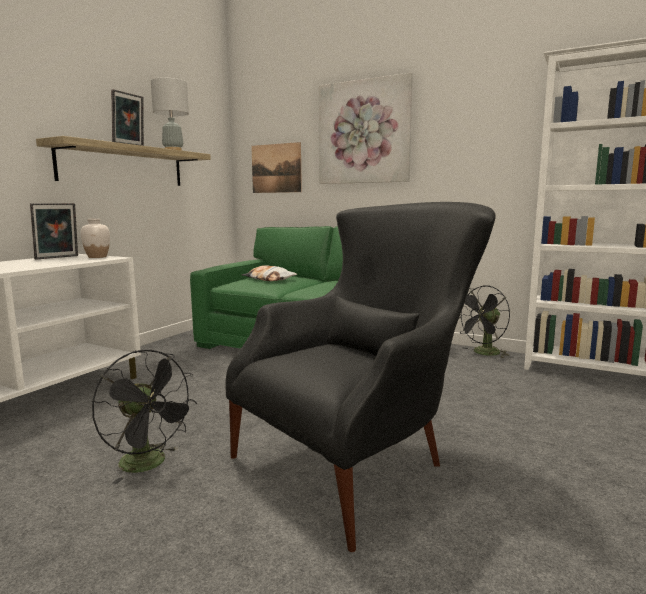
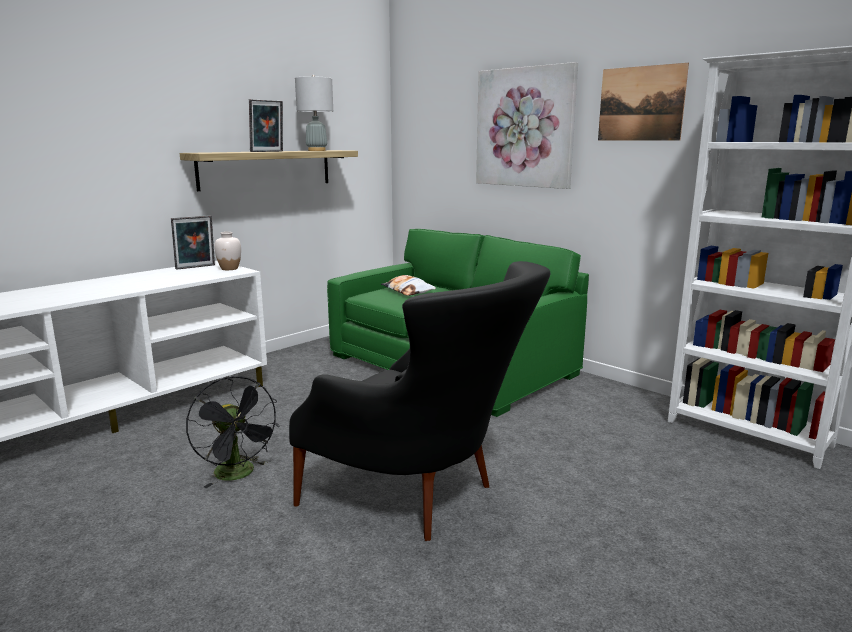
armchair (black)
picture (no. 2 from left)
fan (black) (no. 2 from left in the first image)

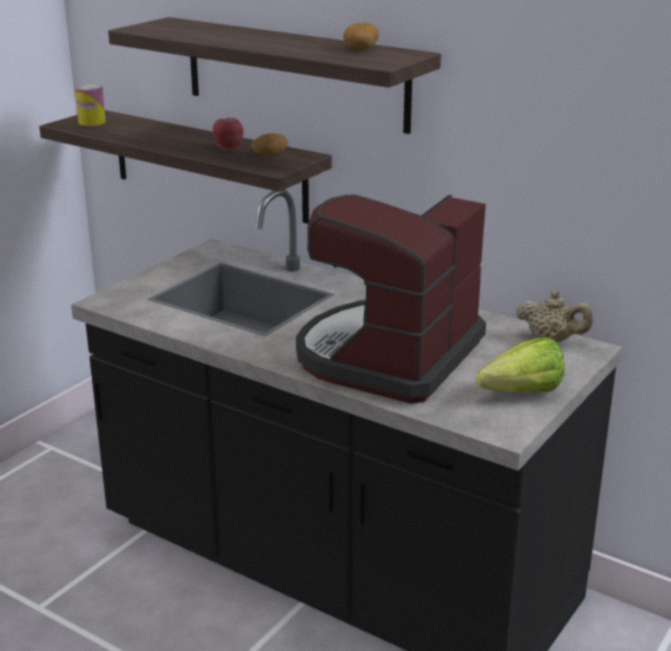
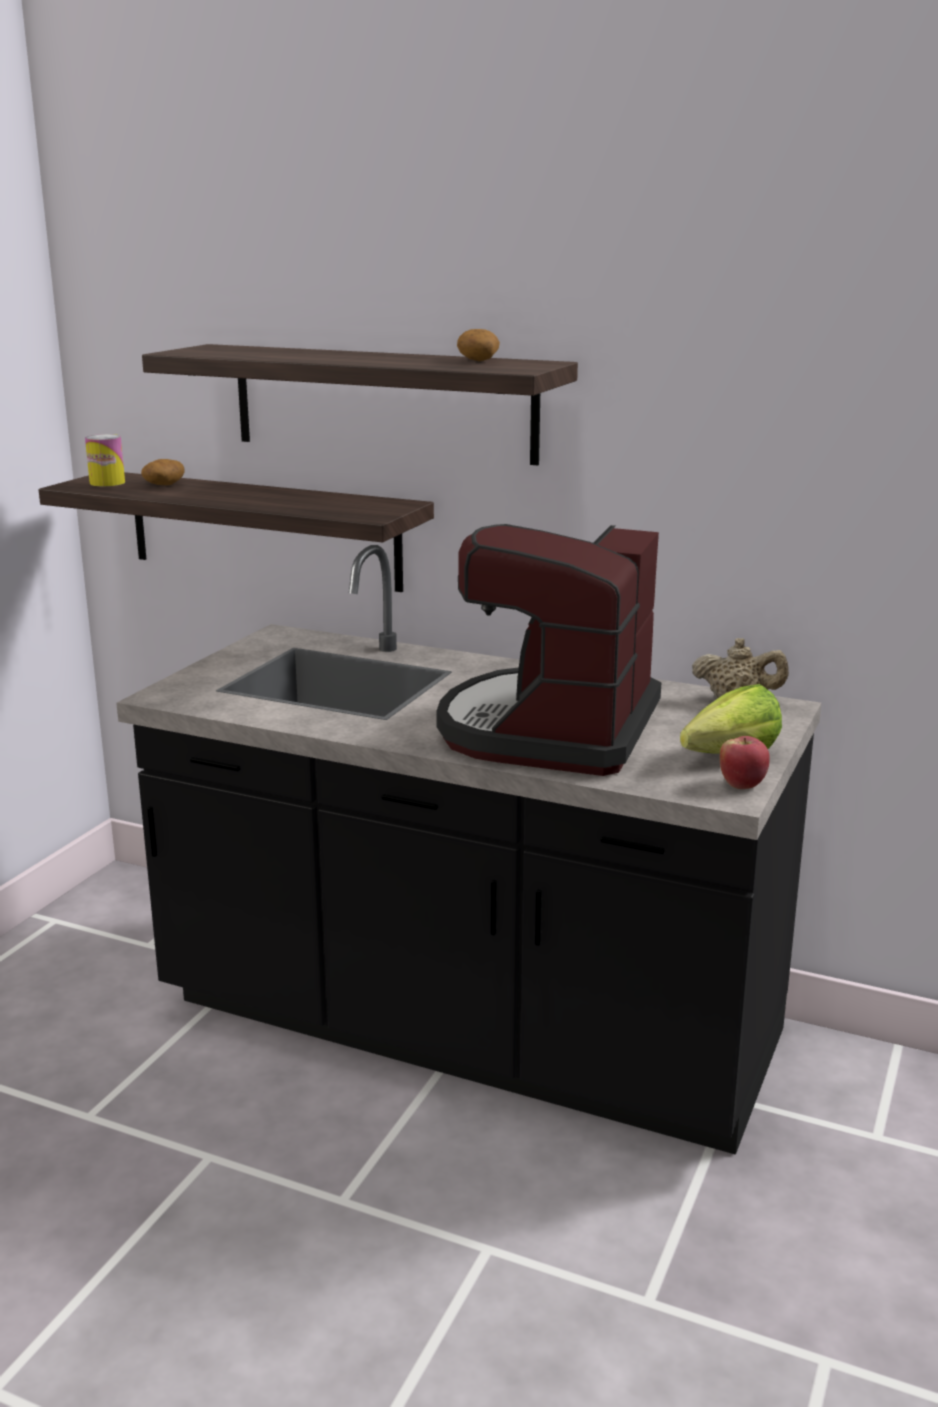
apple
potato (no. 1 from left)

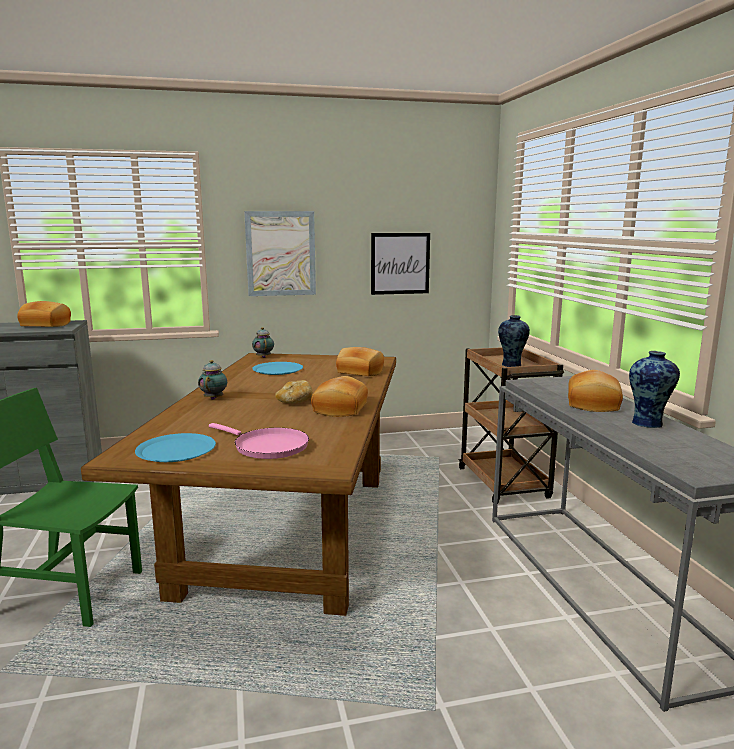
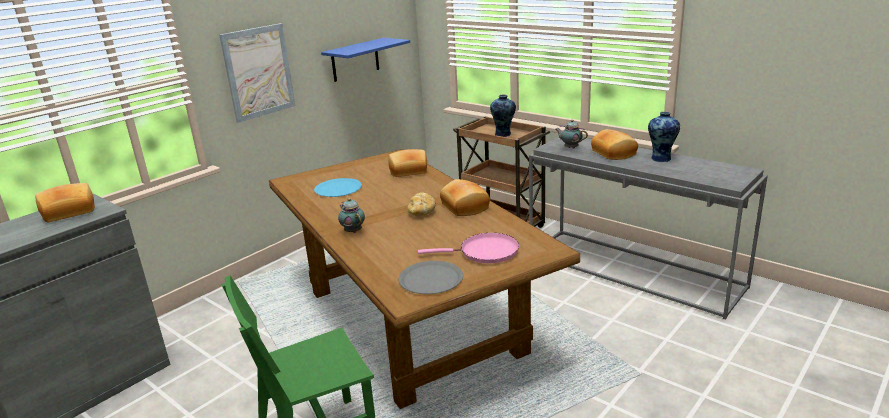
plate (grey)
teapot (no. 2 from left)
shelf (blue)

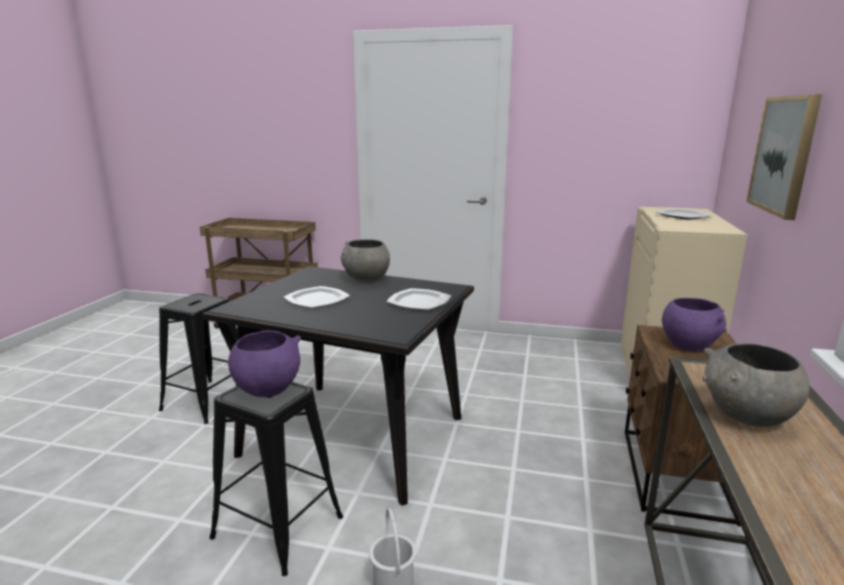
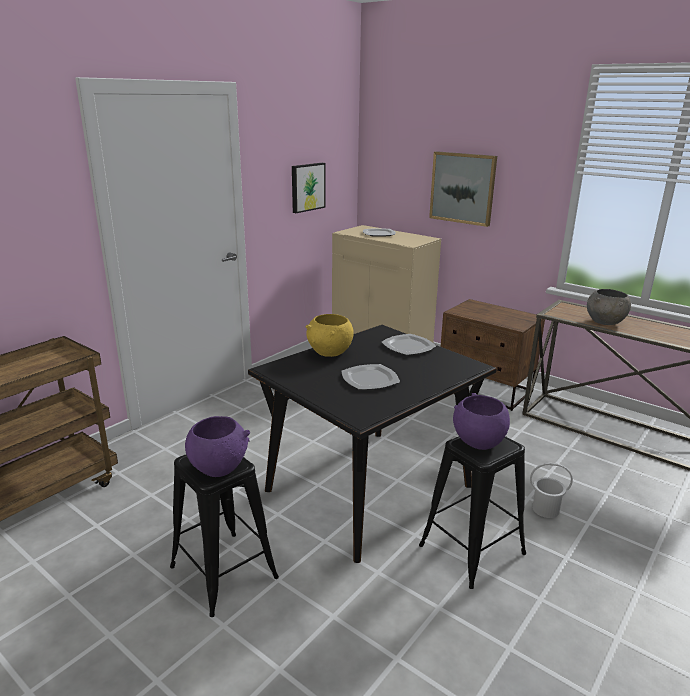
bowl (yellow)
bowl (purple) (no. 1 from left)
picture (no. 1 from left)

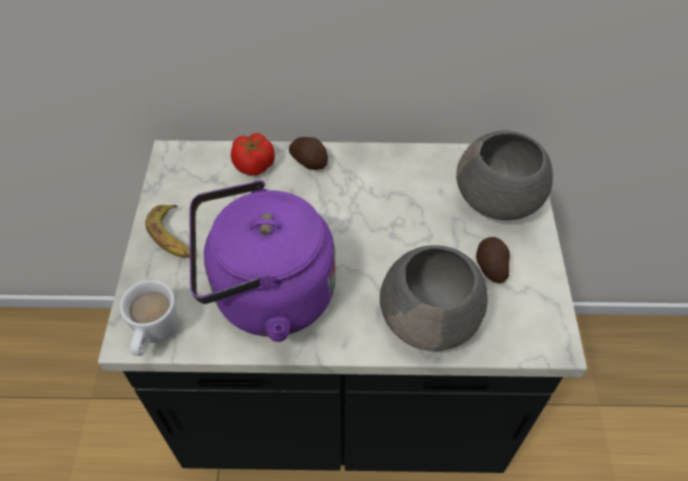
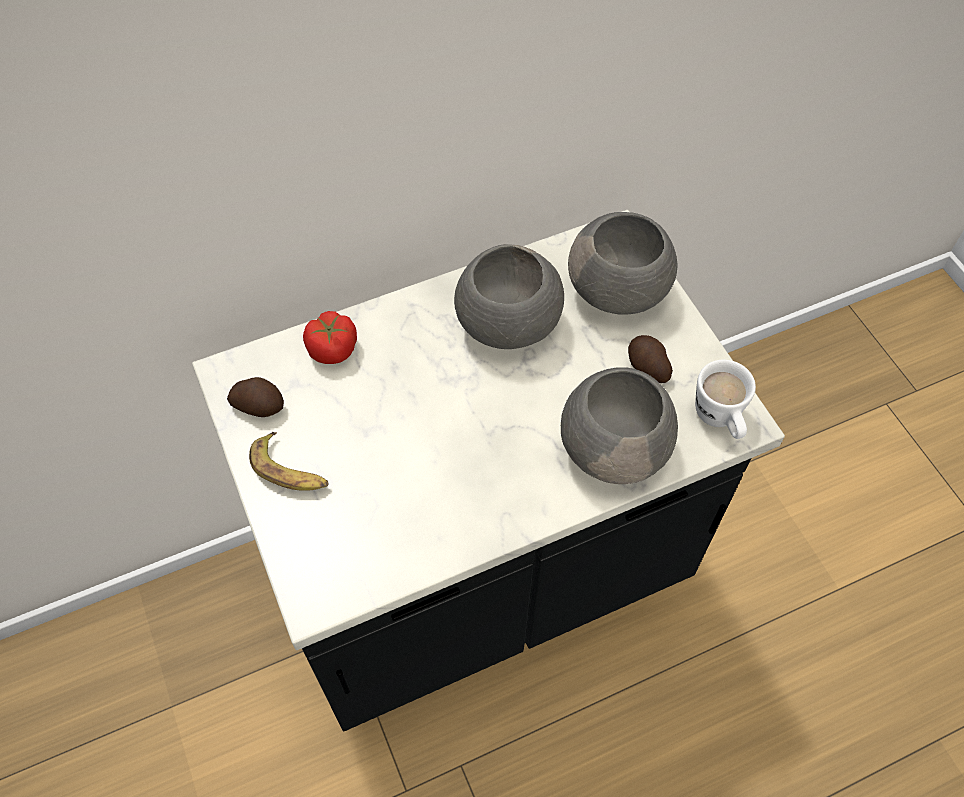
mug (white)
kettle (purple)
potato (no. 1 from left)
bowl (grey) (no. 1 from left)

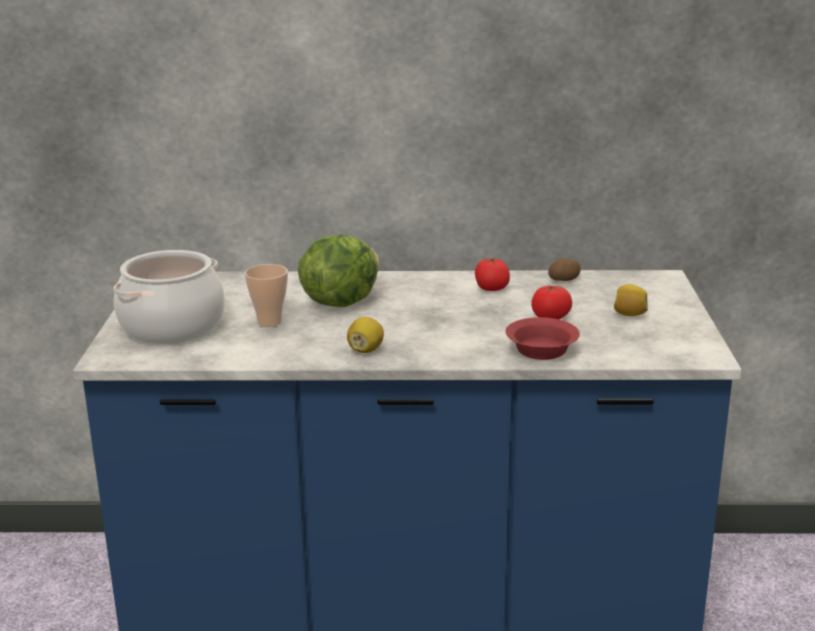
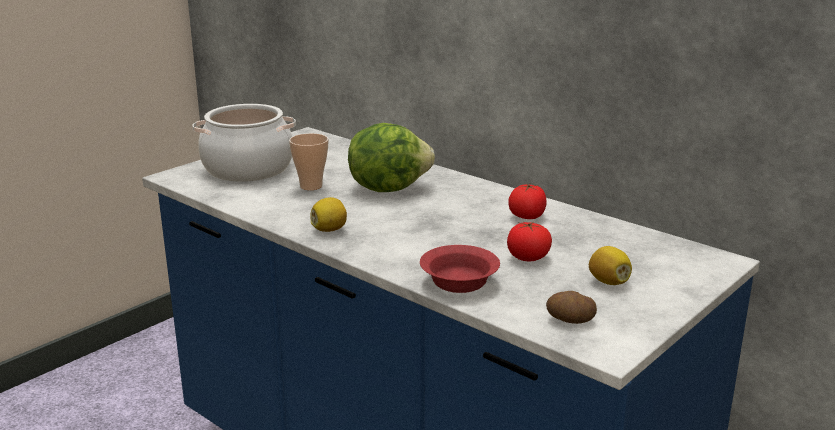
potato

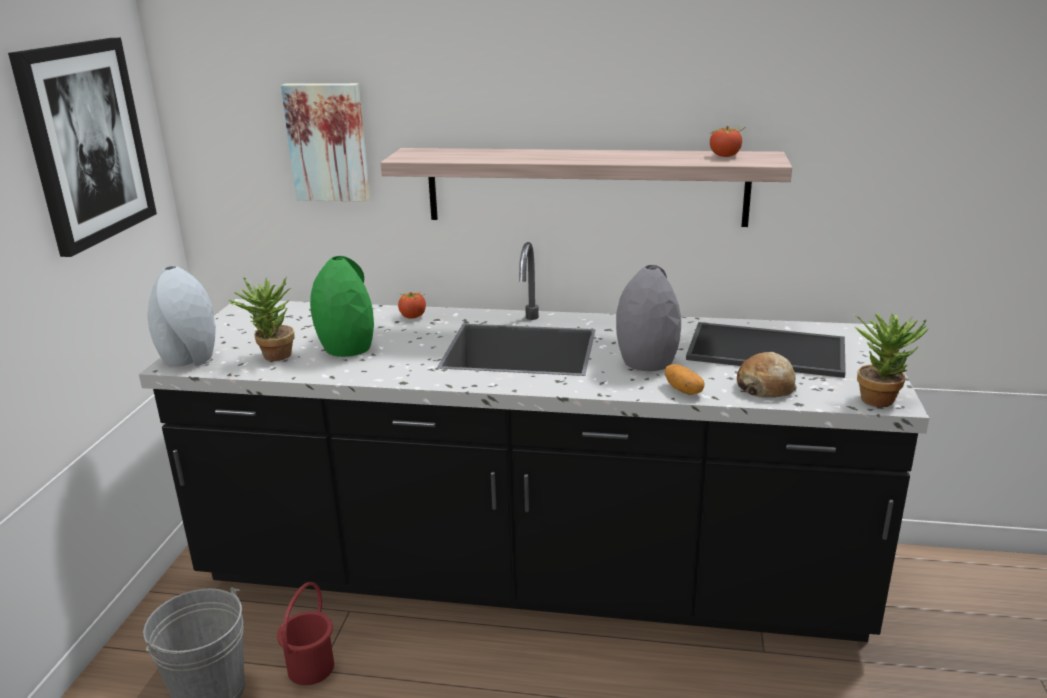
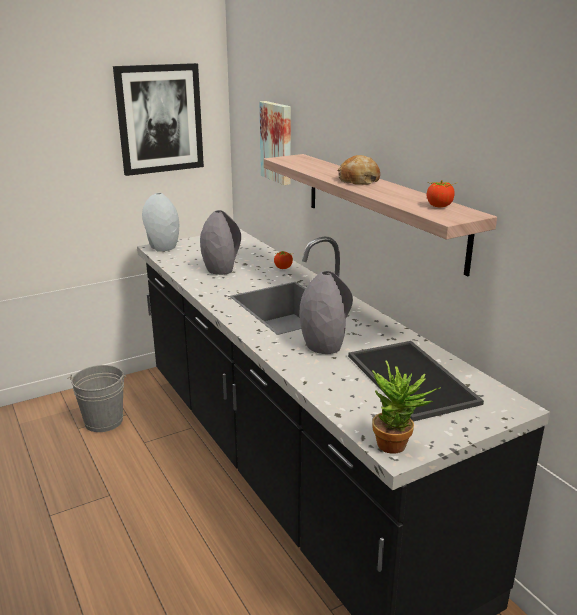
potted plant (no. 1 from left in the first image)
bucket (red)
vase (grey) (no. 2 from left)
potato
bread

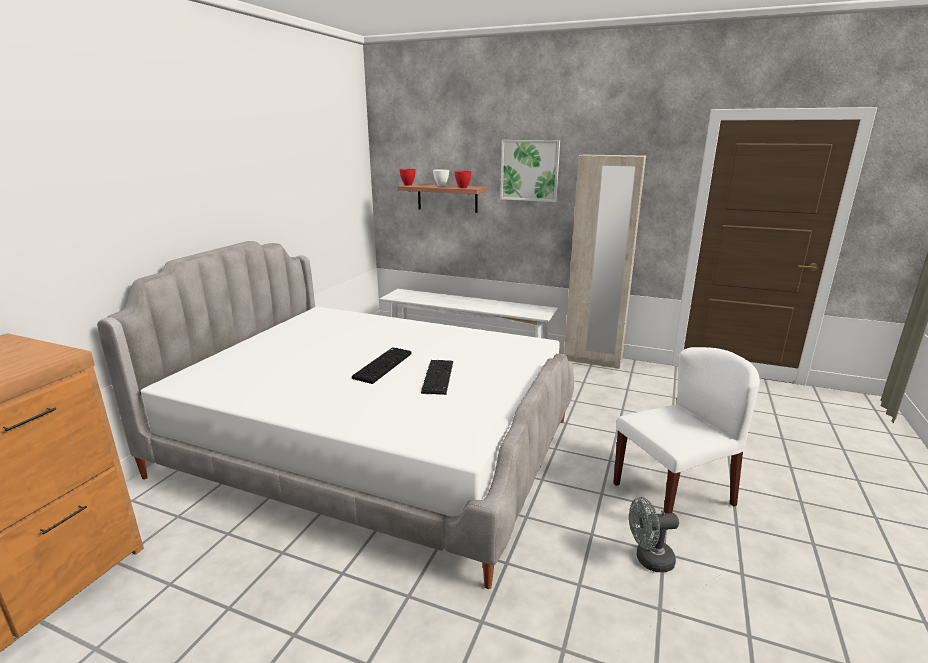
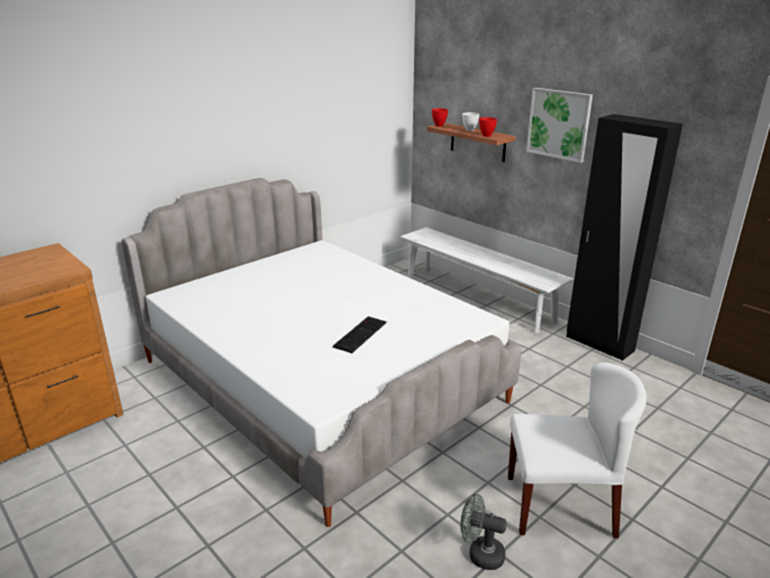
keyboard (no. 1 from left in the first image)
wardrobe (black)

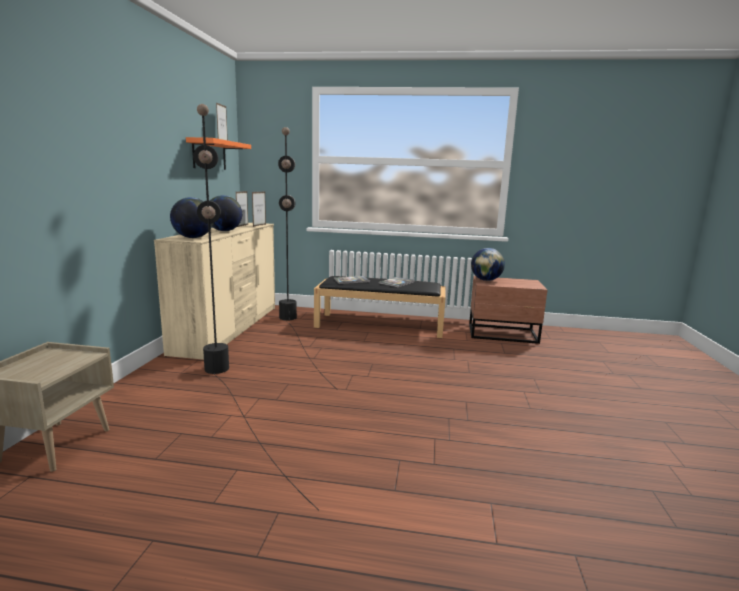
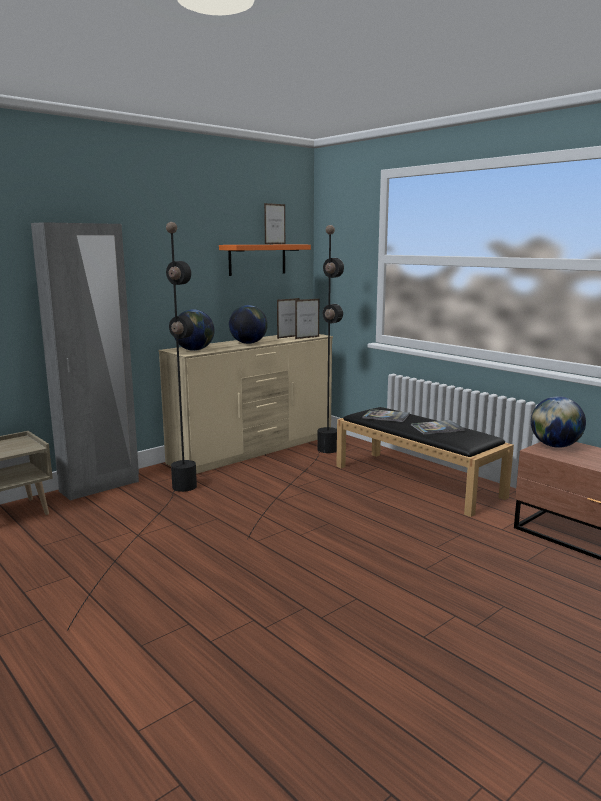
wardrobe (grey)

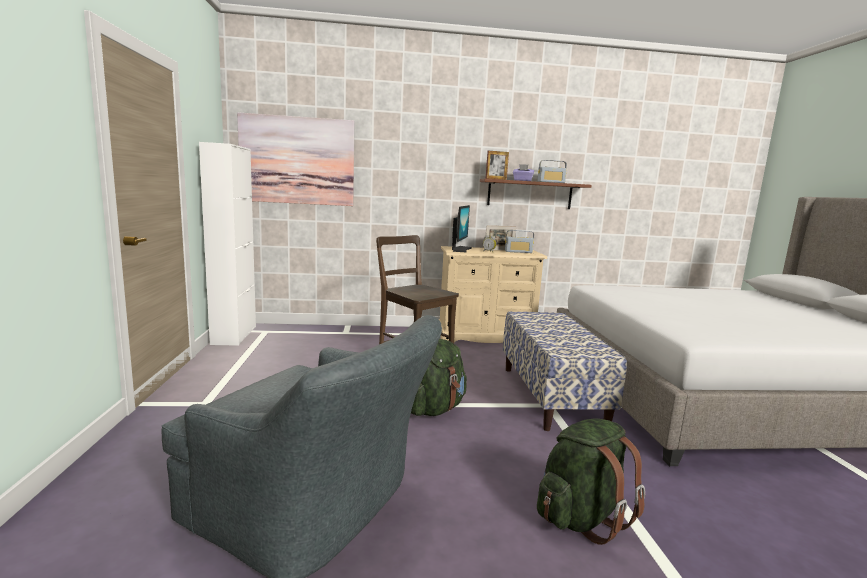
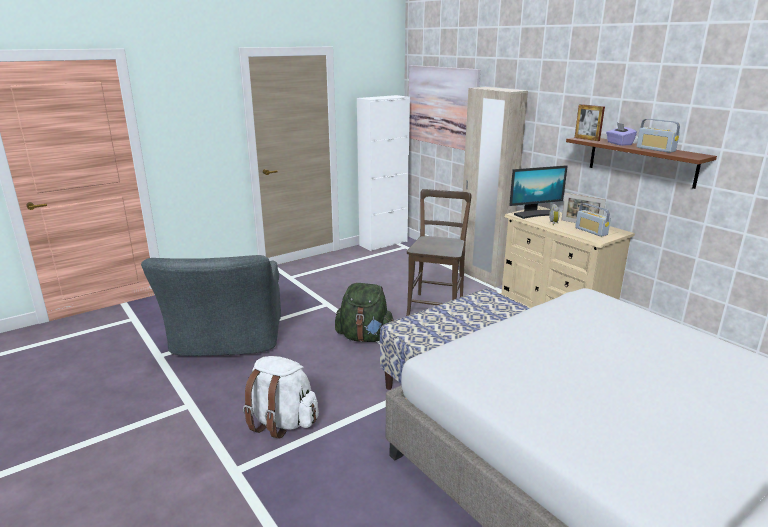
backpack (white)
wardrobe (beige)

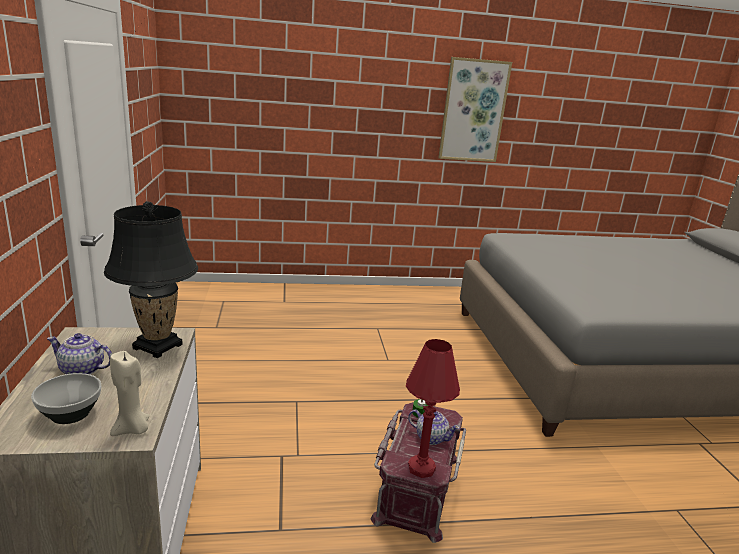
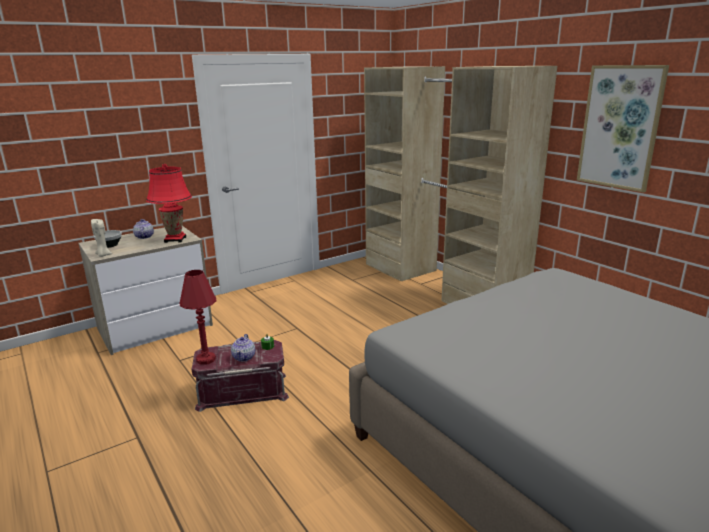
table lamp (red) (no. 1 from left)
wardrobe (beige)

